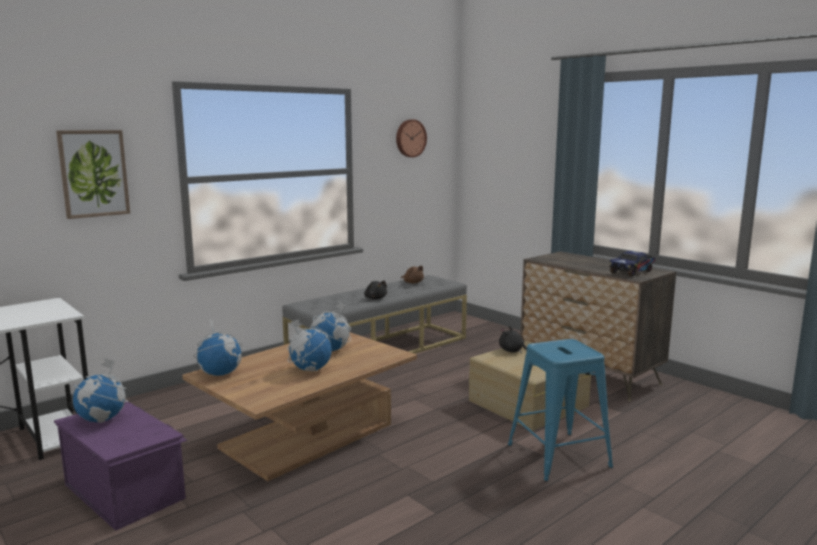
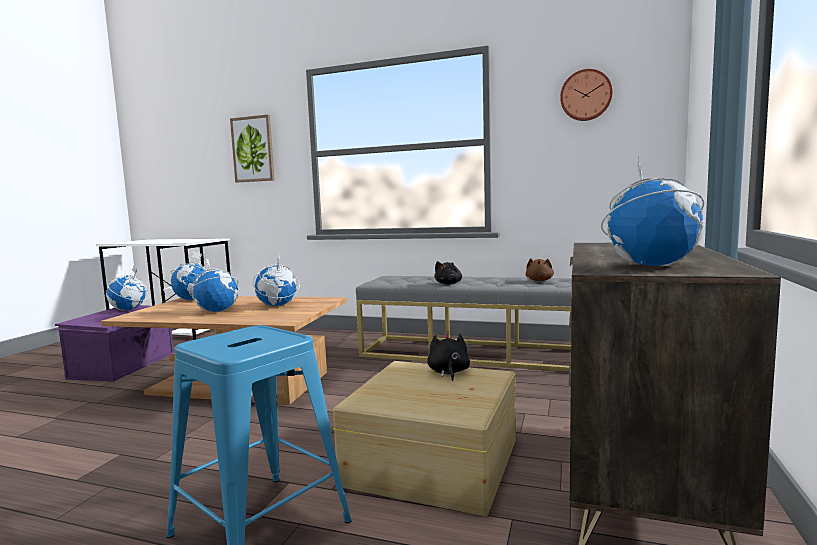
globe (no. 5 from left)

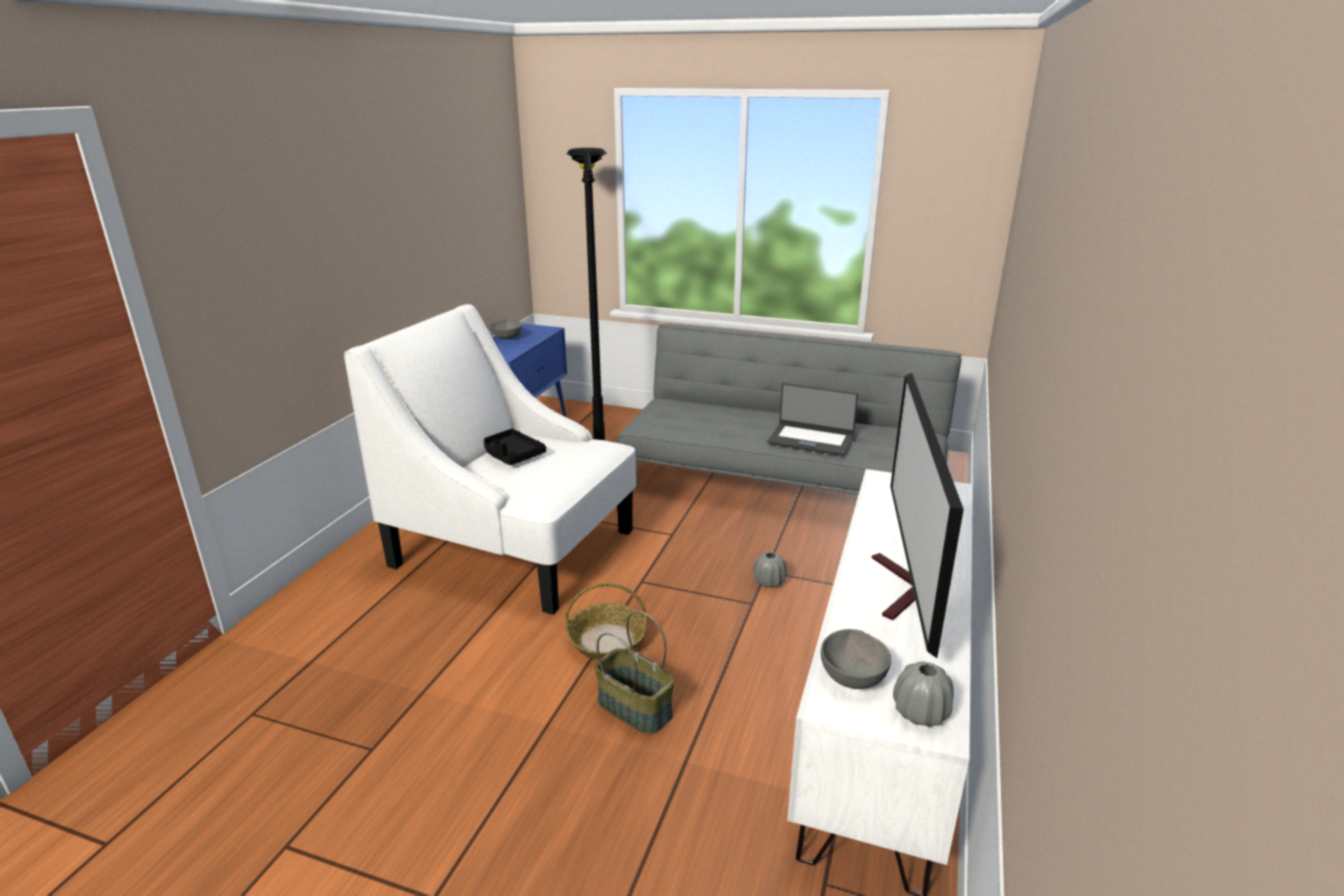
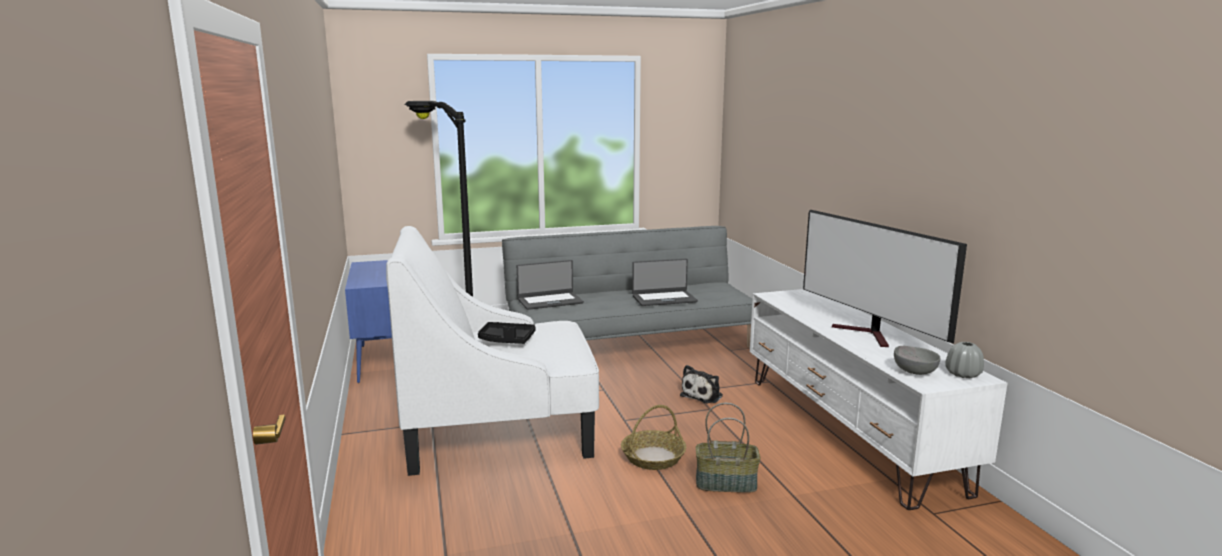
bowl (grey) (no. 1 from left in the first image)
plush toy
laptop (no. 1 from left)

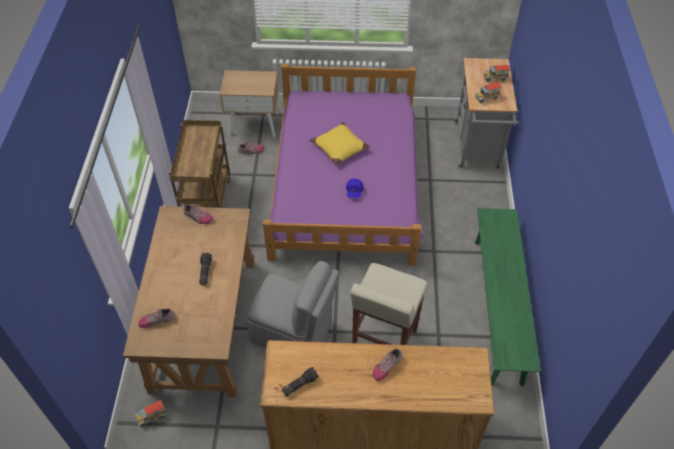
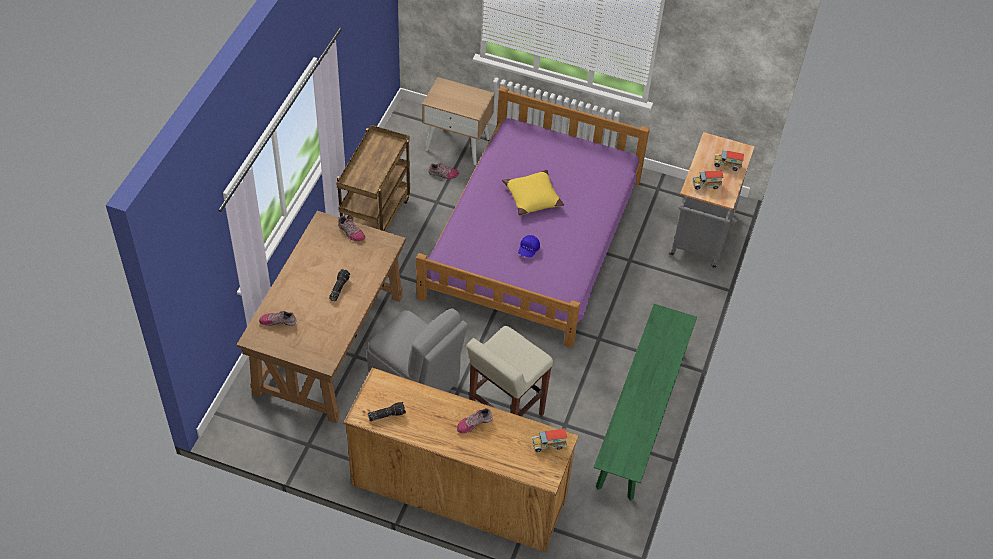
toy truck (no. 1 from left)

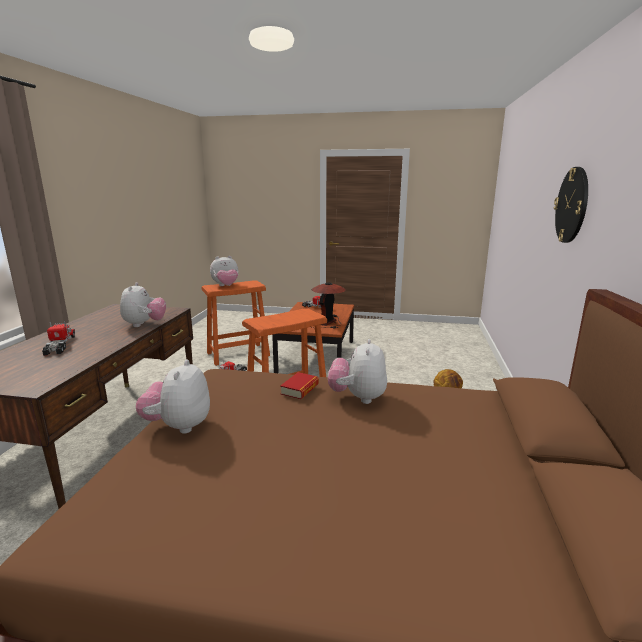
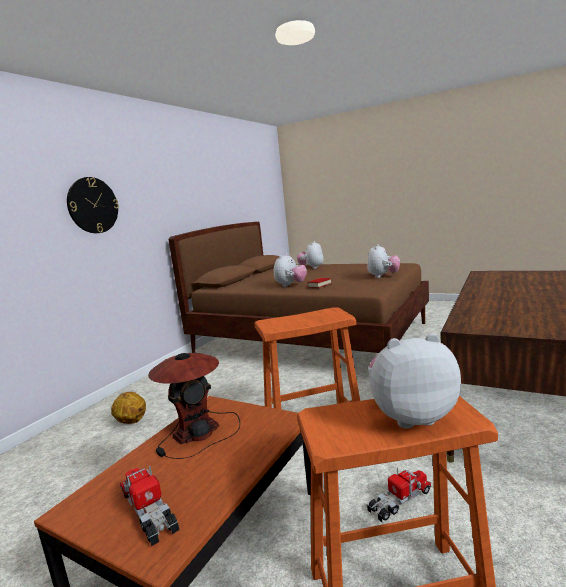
toy truck (no. 1 from left in the first image)
plush toy (no. 2 from left)

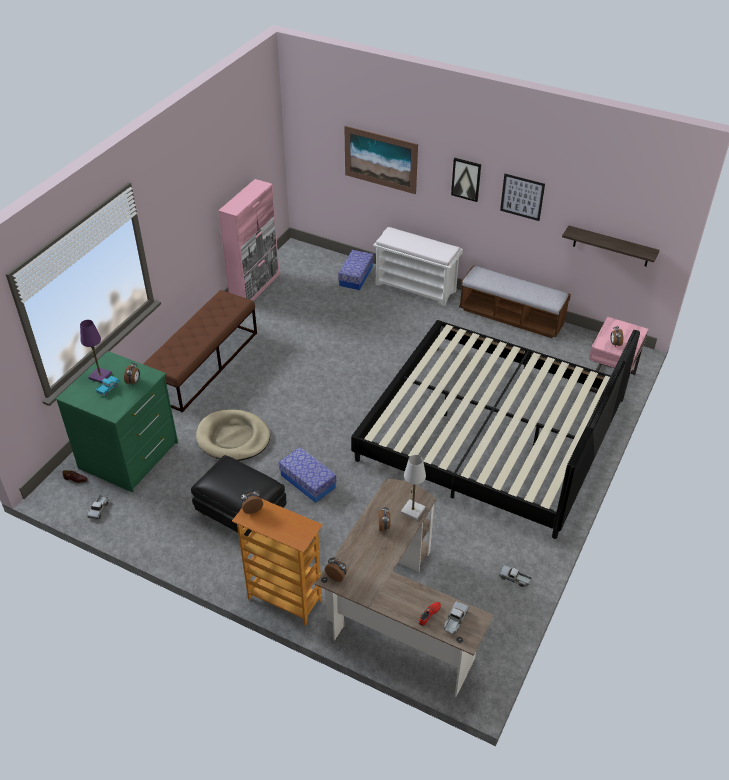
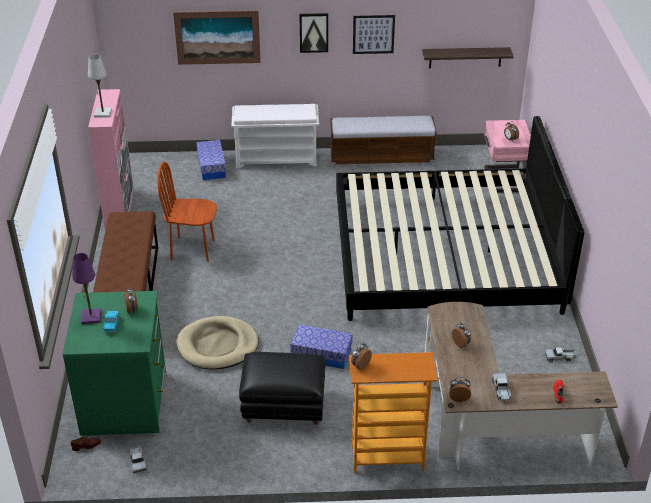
table lamp (white)
toy truck (no. 3 from left)
chair (brown)

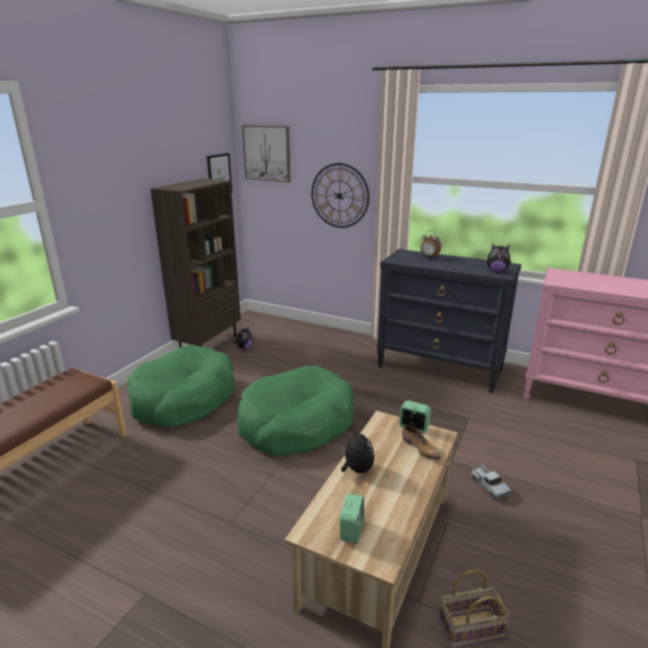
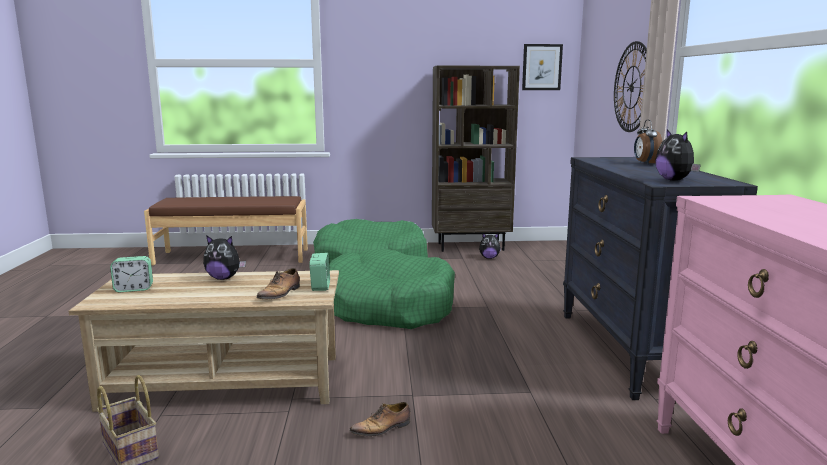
picture (no. 2 from left in the first image)
plush toy (no. 1 from left)
shoe (no. 2 from left)

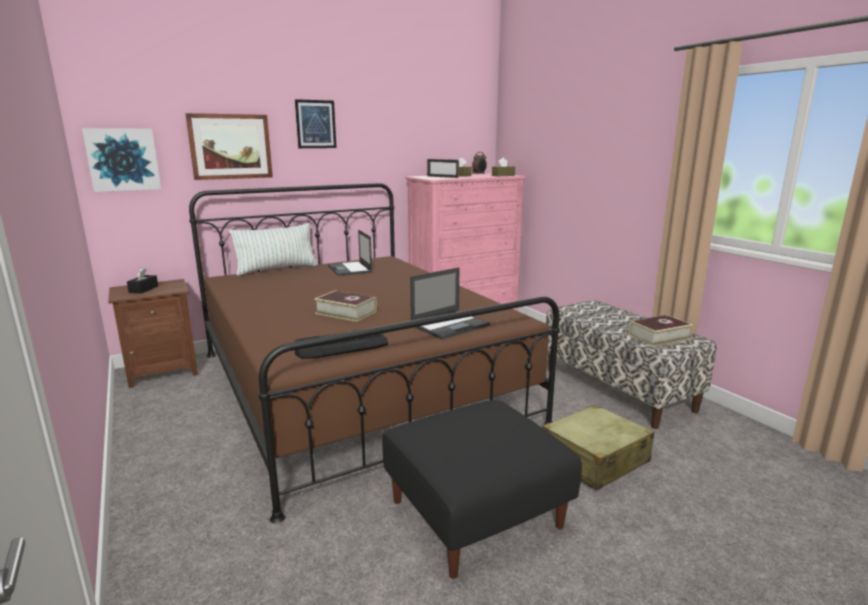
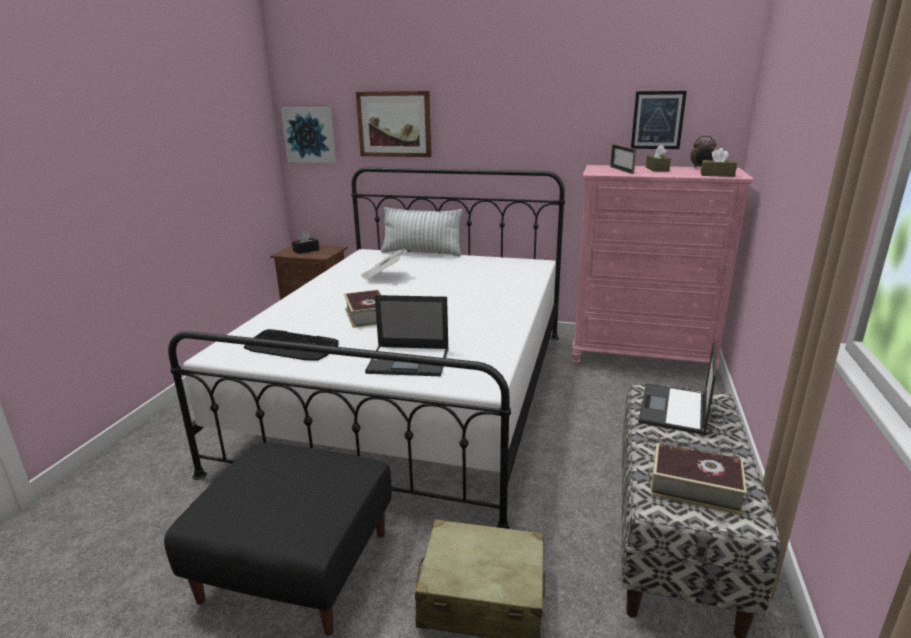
bed (white)
picture (no. 3 from left)
laptop (no. 2 from left)
newspaper

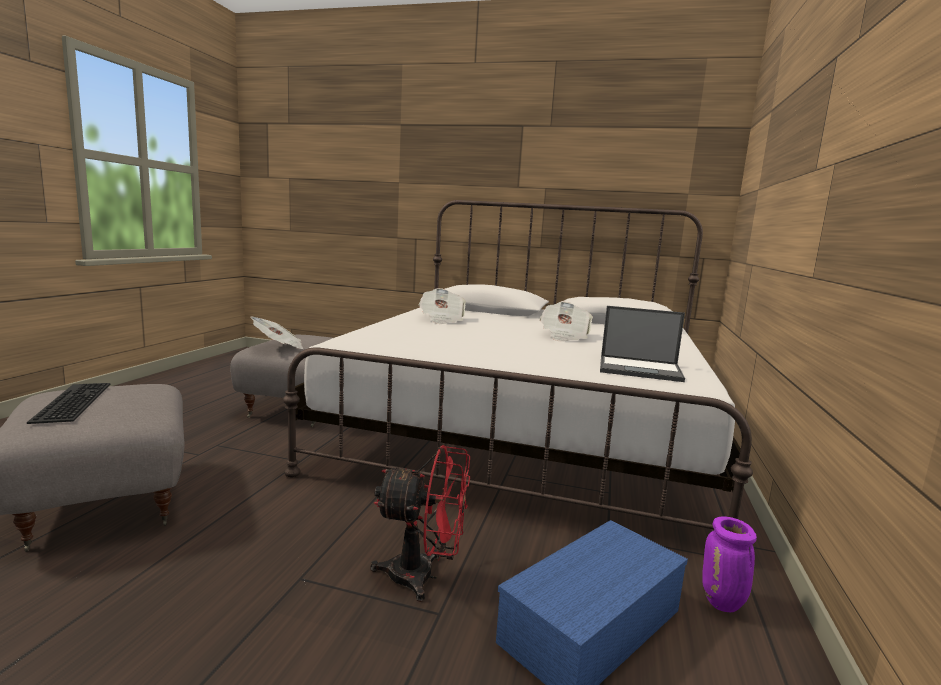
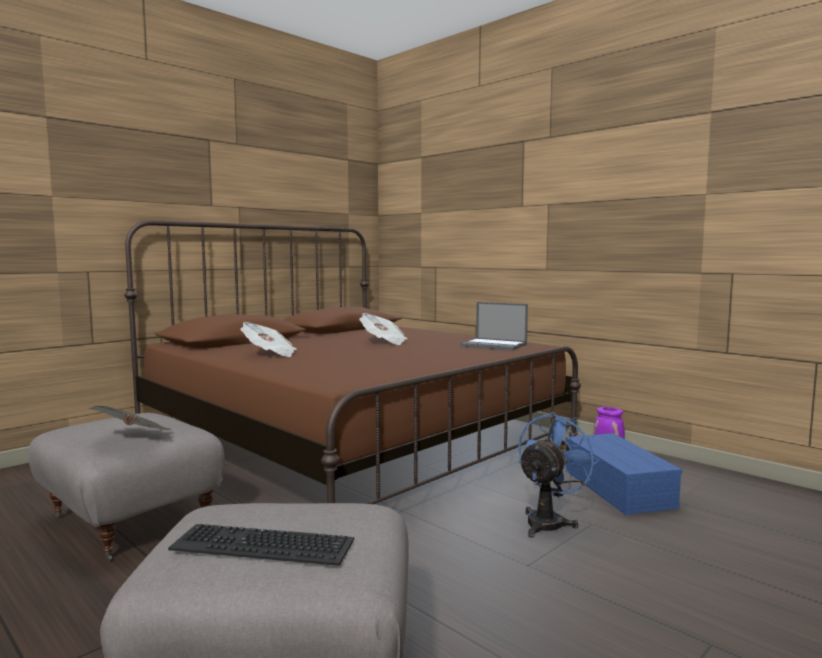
bed (brown)
fan (blue)
laptop

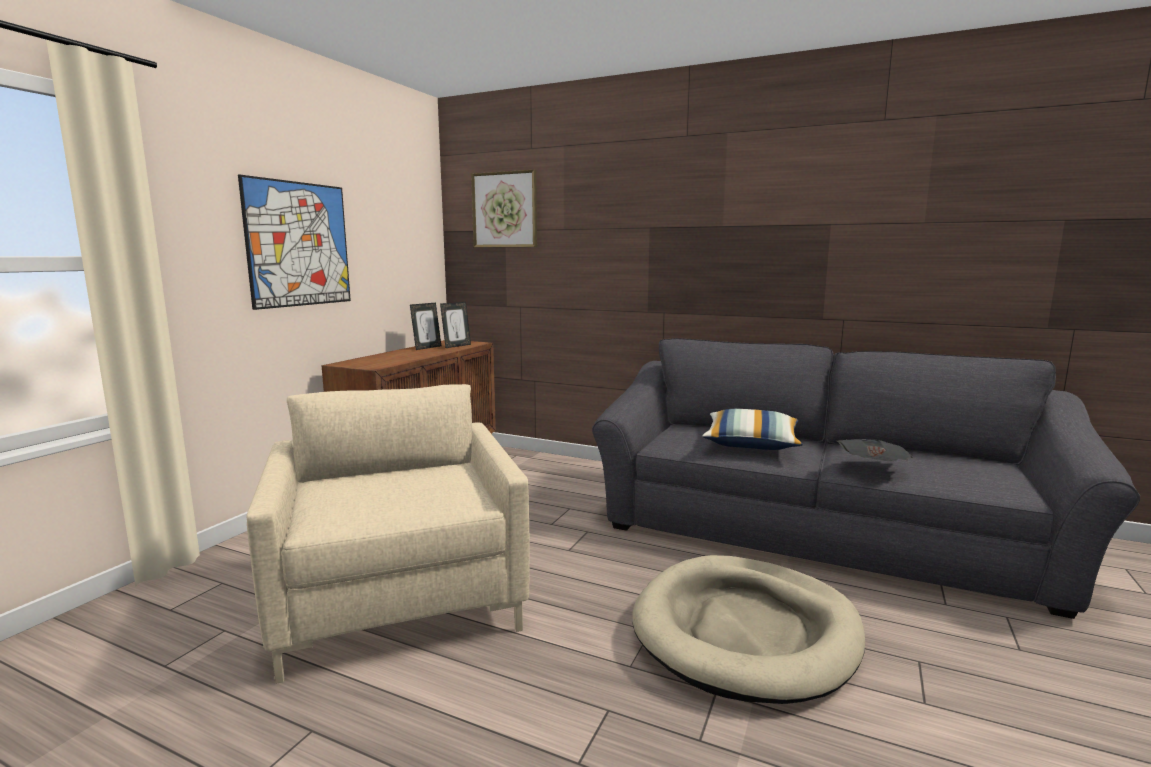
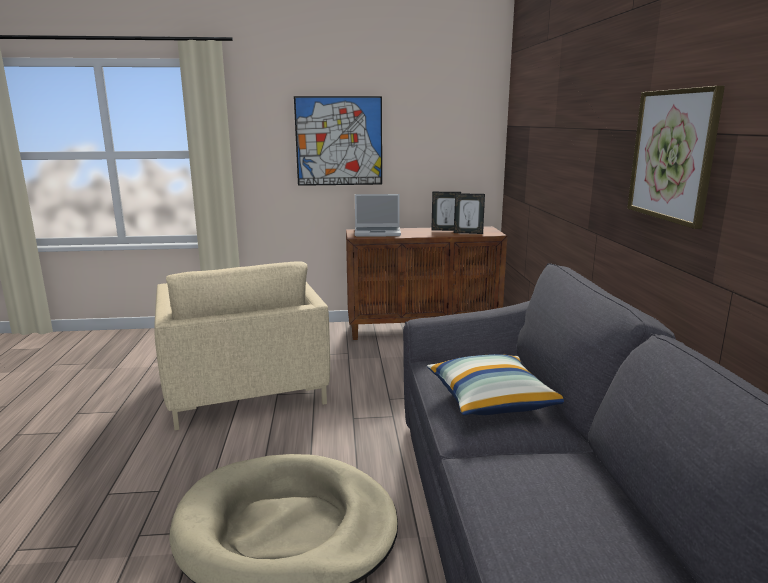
armchair (beige)
picture (no. 2 from left)
newspaper
laptop

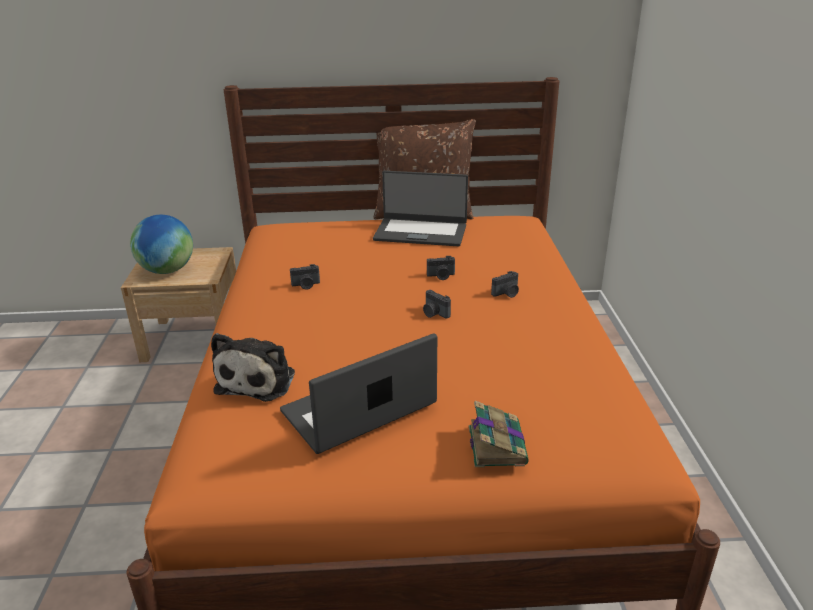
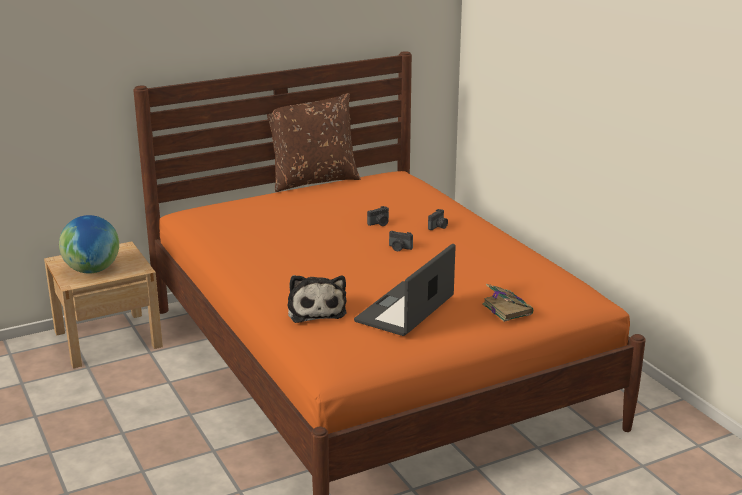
photo camera (no. 1 from left in the first image)
laptop (no. 2 from left in the first image)

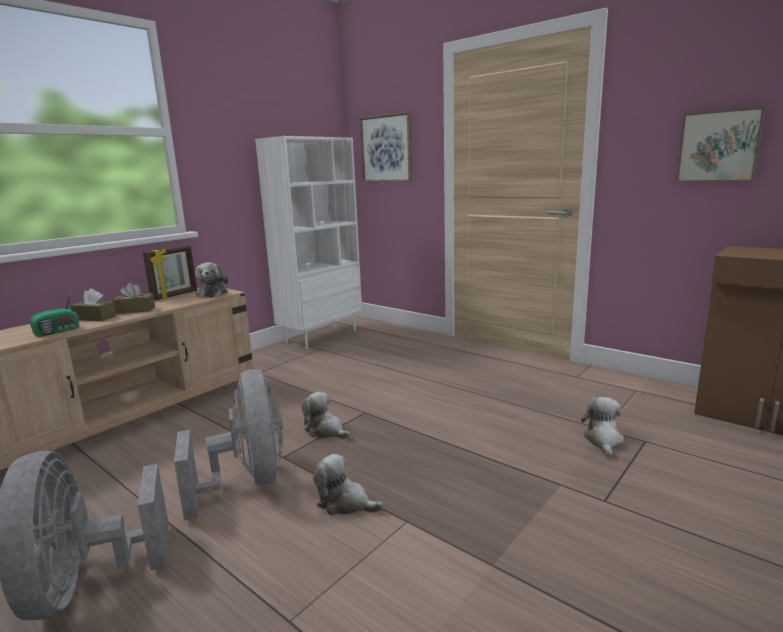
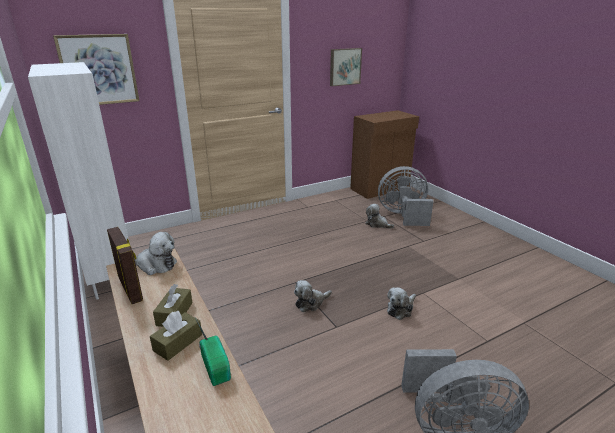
fan (grey) (no. 1 from left)

